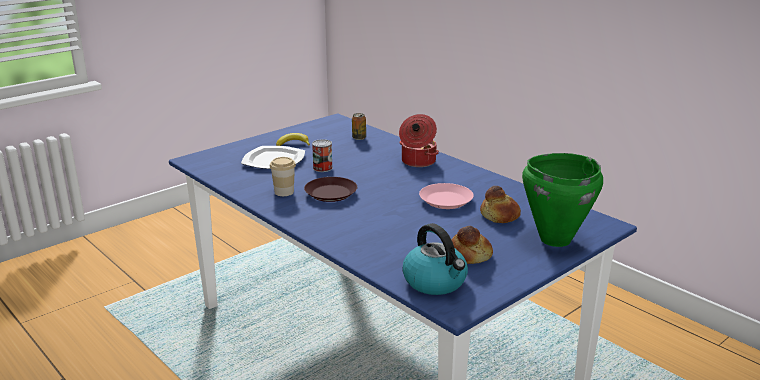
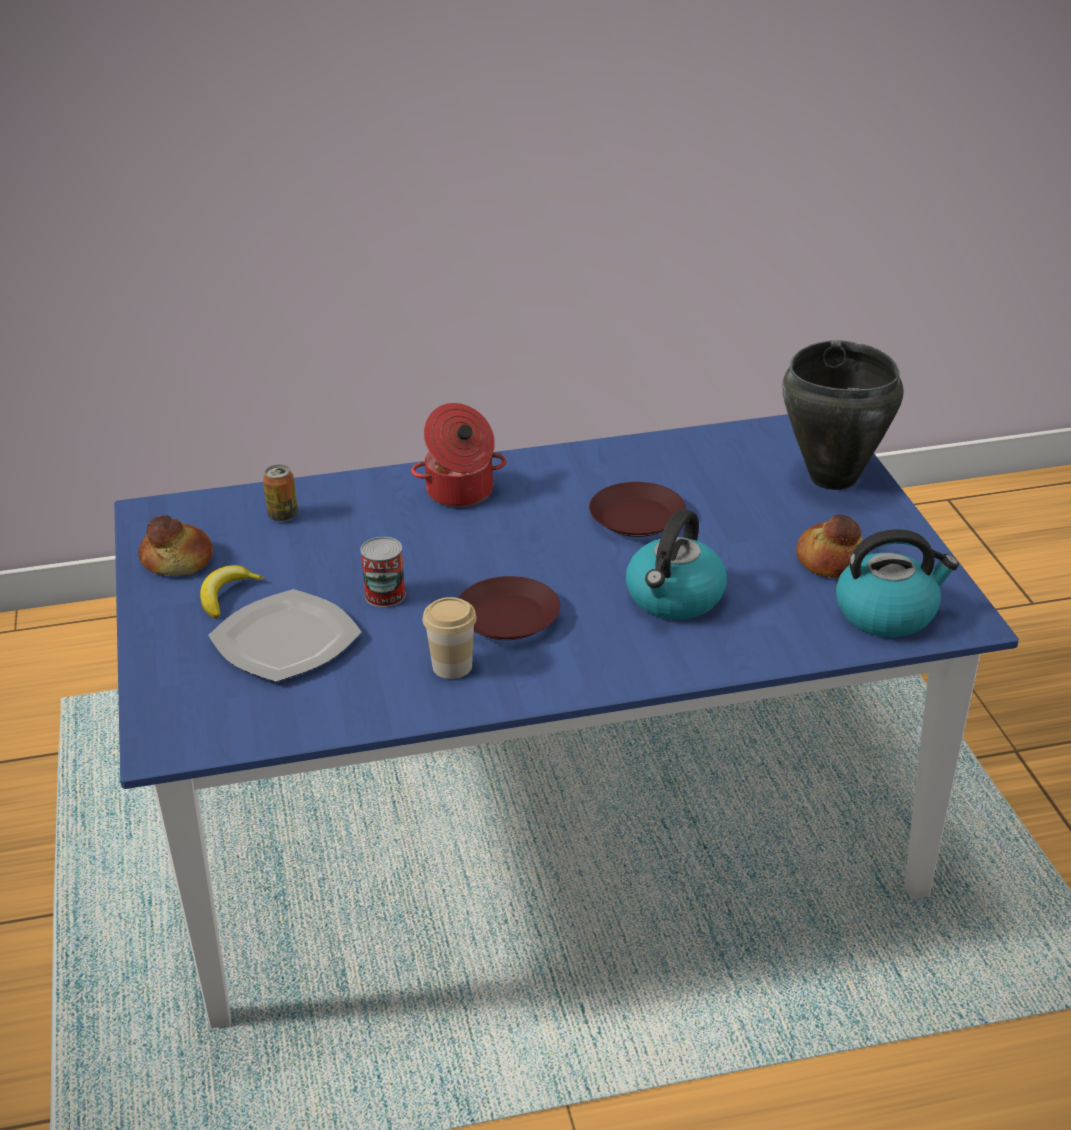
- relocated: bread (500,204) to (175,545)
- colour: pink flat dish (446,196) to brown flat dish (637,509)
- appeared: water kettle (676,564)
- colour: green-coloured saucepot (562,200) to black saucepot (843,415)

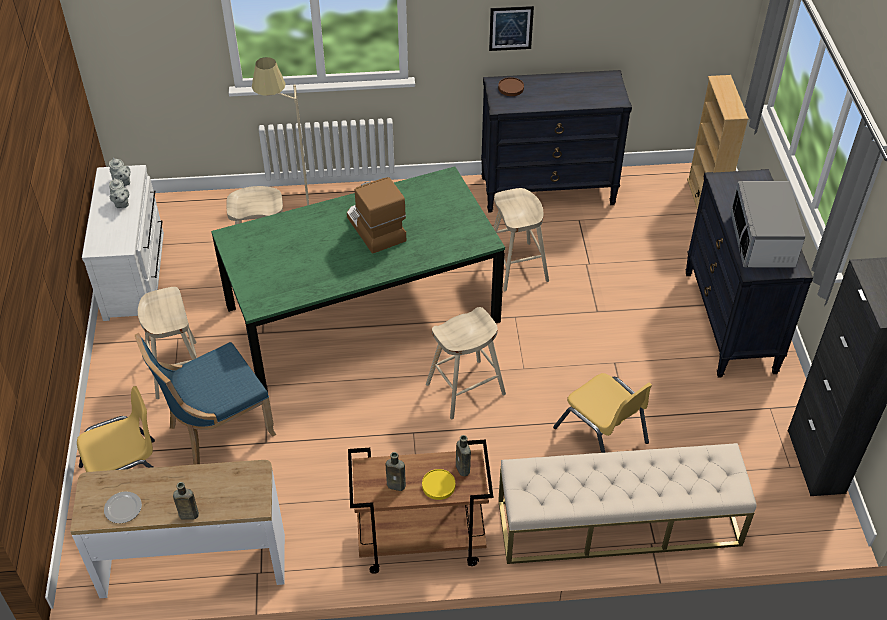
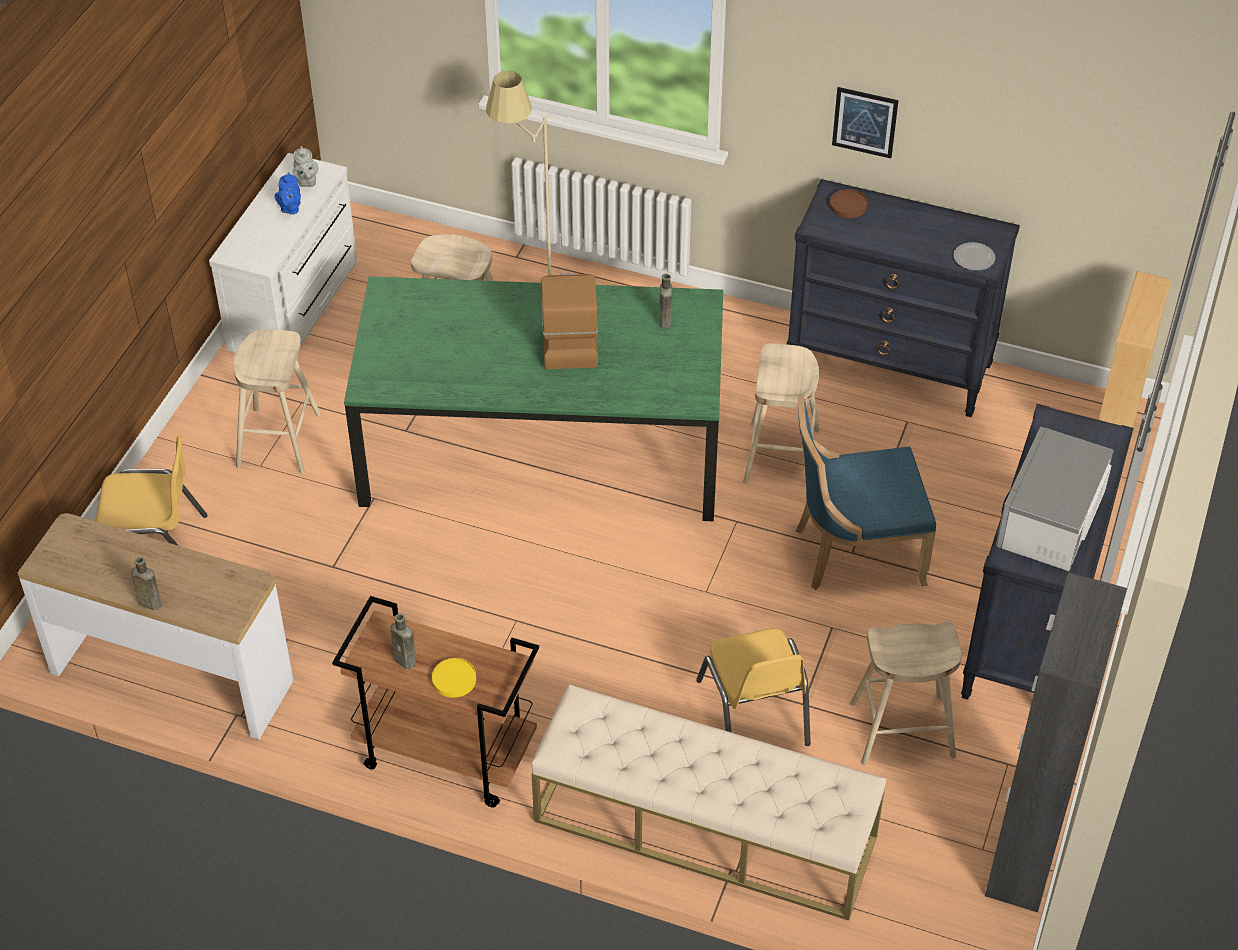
- colour: gray teapot (119,193) to blue-coloured teapot (288,193)
- relocated: brown beverage bottle (463,455) to (665,301)
- relocated: blue-coloured plain chair (205,399) to (866,492)
- relocated: beige-coloured stool seat (466,363) to (905,693)
- relocated: flat dish (123,507) to (974,256)

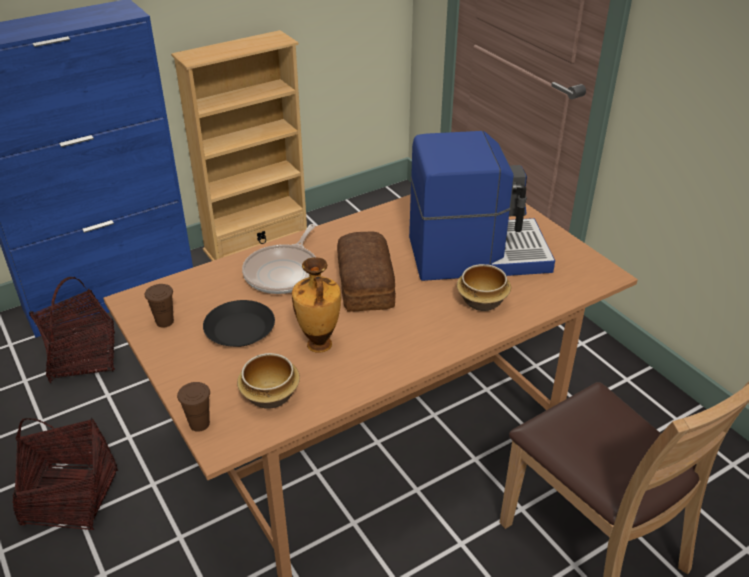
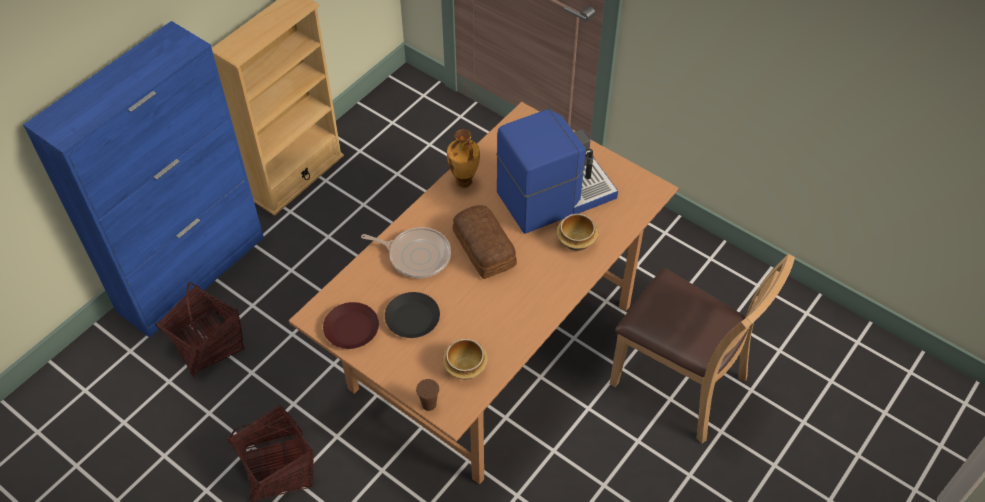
- exchanged: brown drinking cup (159,306) to brown flat dish (351,325)
- spun: pan (279,259) = (406,252) 75 degrees counterclockwise
- relocated: decorative vase (316,305) to (463,158)

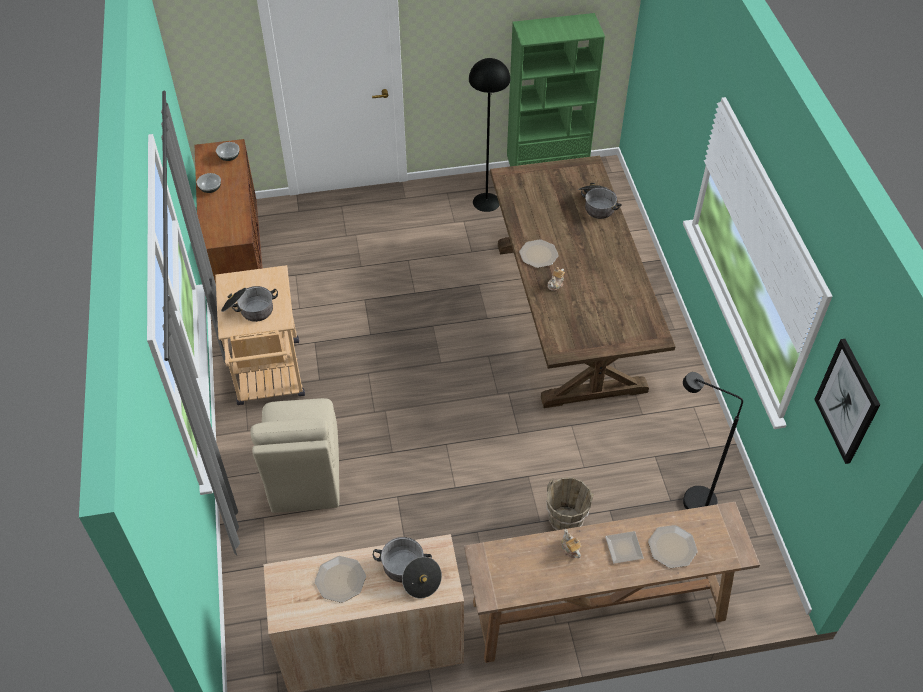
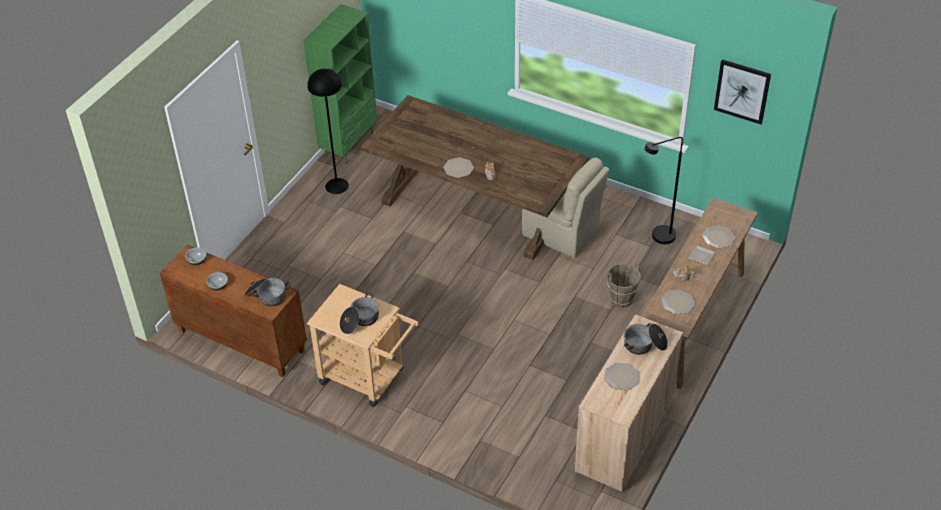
- relocated: saucepot (599,201) to (267,292)
- relocated: beige-coloured plain chair (295,455) to (566,208)
- appeared: flat dish (678,302)

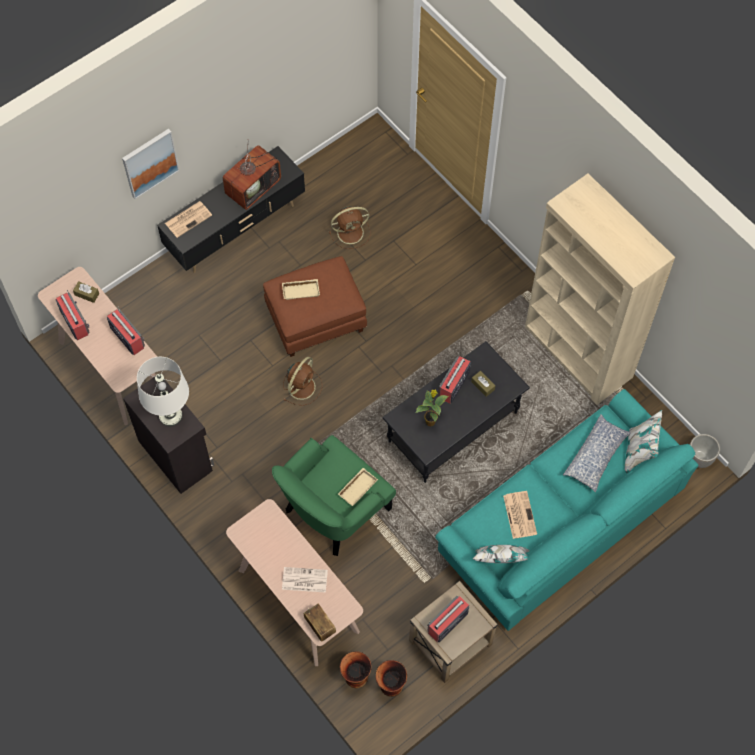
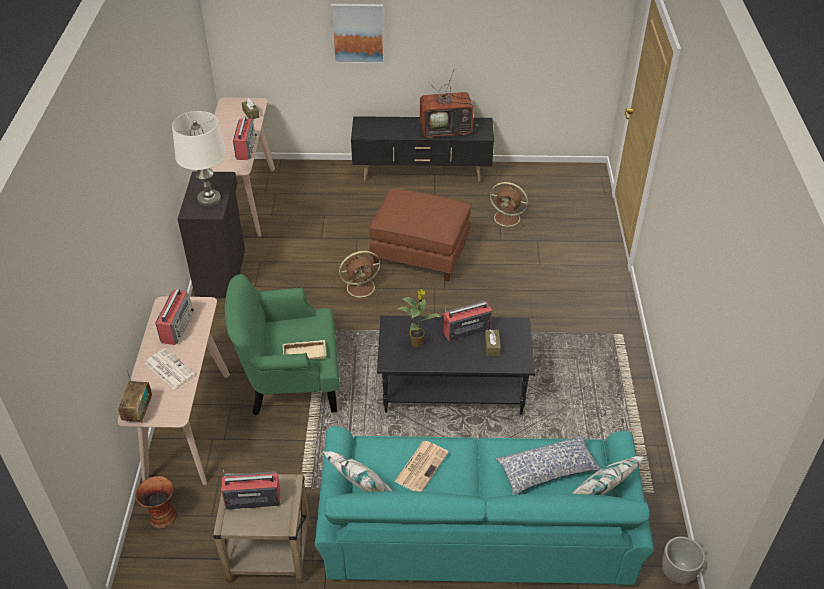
- relocated: radio (73,315) to (174,316)
- missing: daily paper (188,219)
- missing: beige-coloured tray (301,289)
- missing: decorative vase (391,678)
- missing: beige-coloured bookcase (600,289)

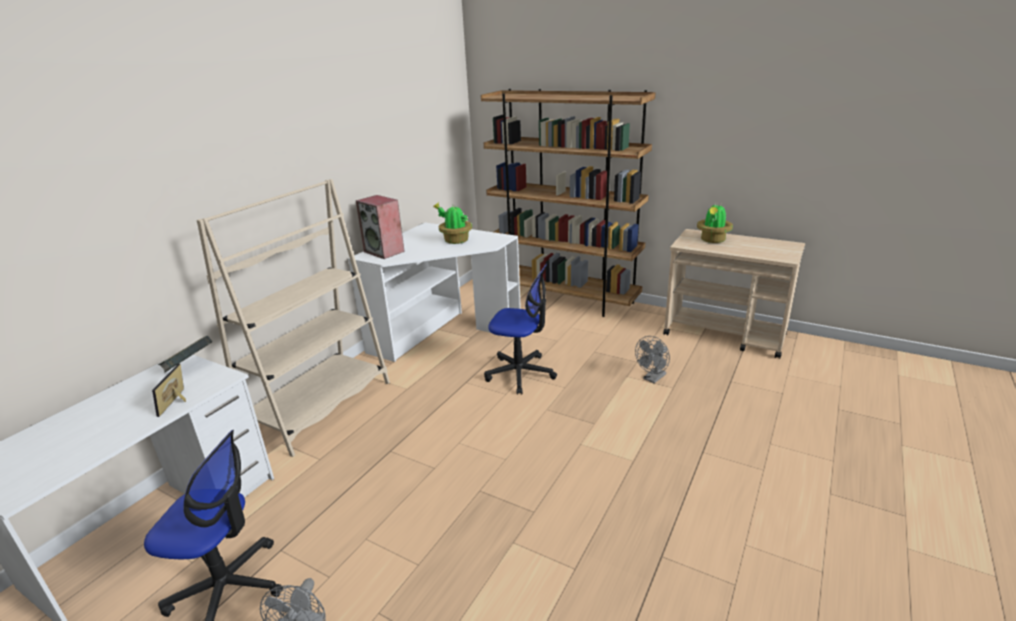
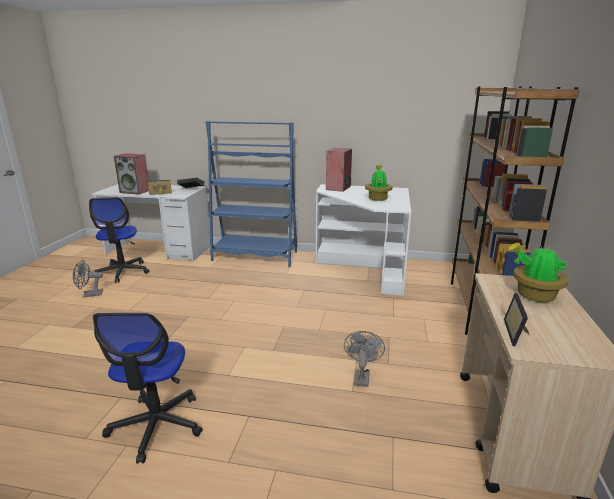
- relocated: computer chair (520,329) to (148,388)
- appeared: speaker (131,174)
- colour: beige-coloured bookcase (293,318) to blue-coloured bookcase (251,194)
- spun: gray fan (652,359) = (364,359) 75 degrees clockwise
- appeared: picture frame (517,319)

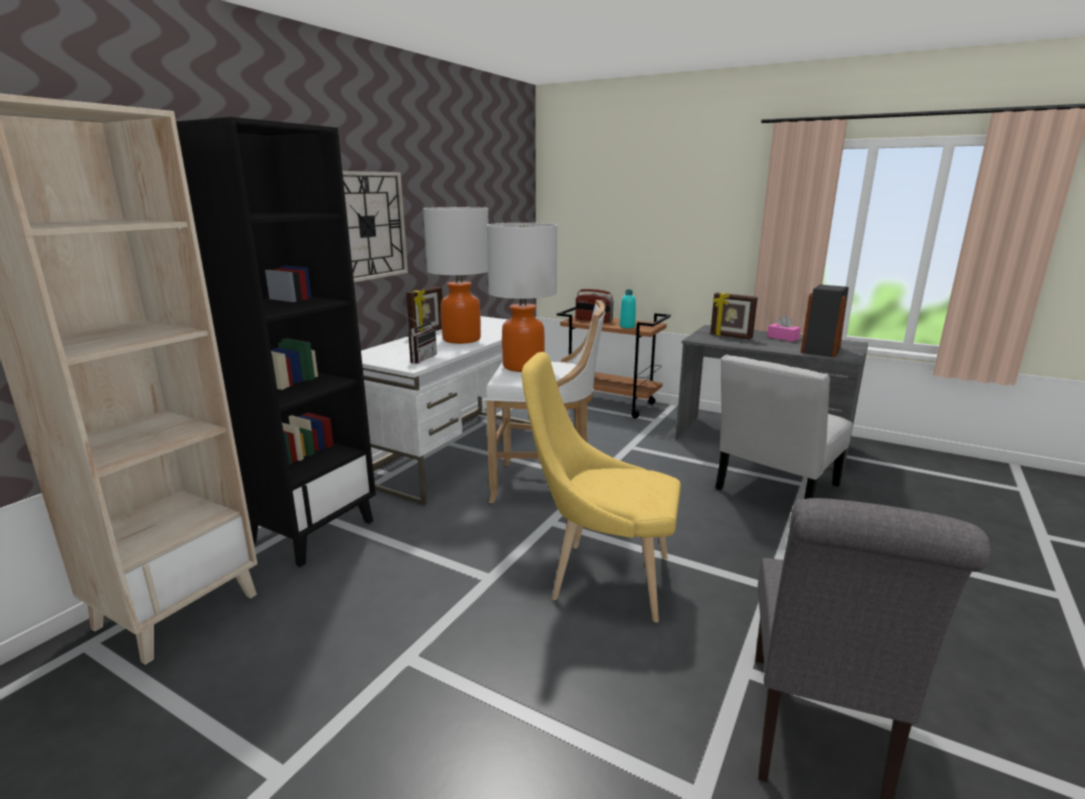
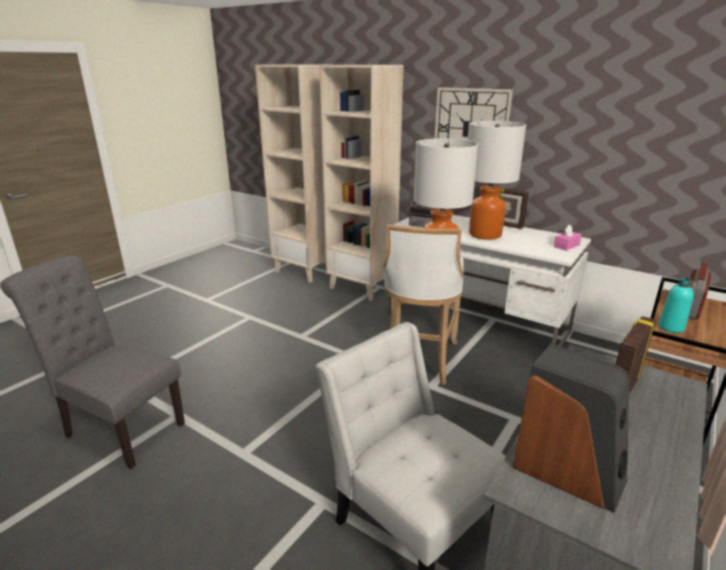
- colour: black bookcase (276,342) to beige-coloured bookcase (361,183)
- relocated: pink box of tissues (784,328) to (568,238)
- missing: yellow-coloured plain chair (601,487)

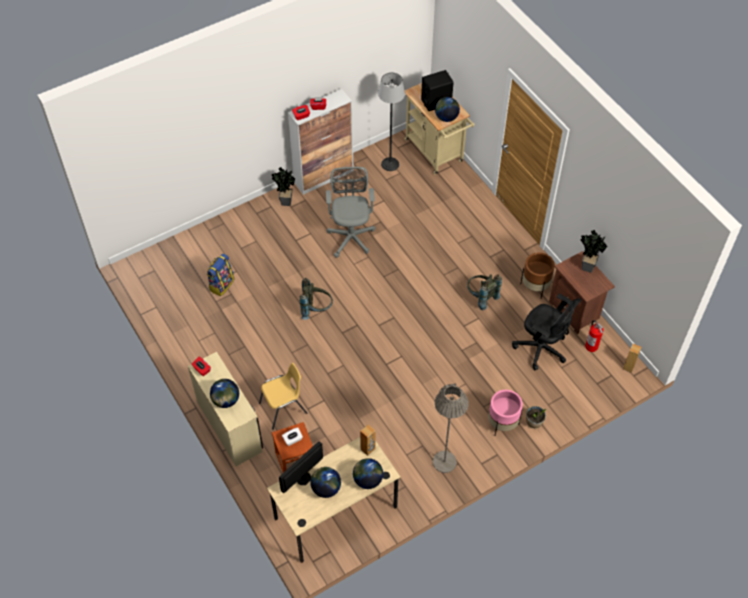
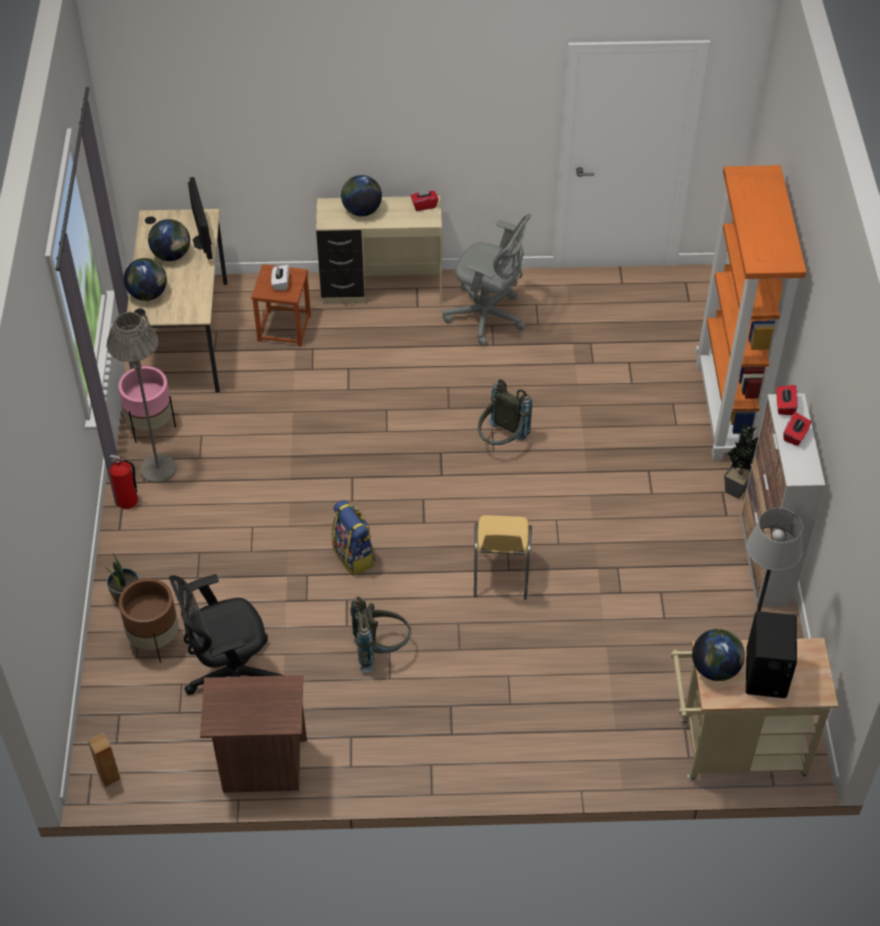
- relocated: fire extinguisher (594,336) to (123,482)
- relocated: pink plant pot (505,412) to (147,404)
- relocated: brown plant pot (537,275) to (149,620)
- relocated: backpack (220,275) to (353,538)
- relocated: gray computer chair (350,212) to (487,280)
- relocated: yellow-coloured plain chair (283,396) to (503,557)
- appeared: orange-coloured bookcase (751,313)
- missing: brown speaker (367,440)
- missing: potted plant (594,251)

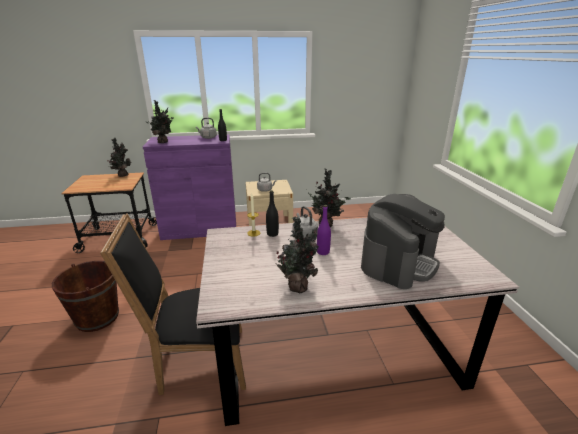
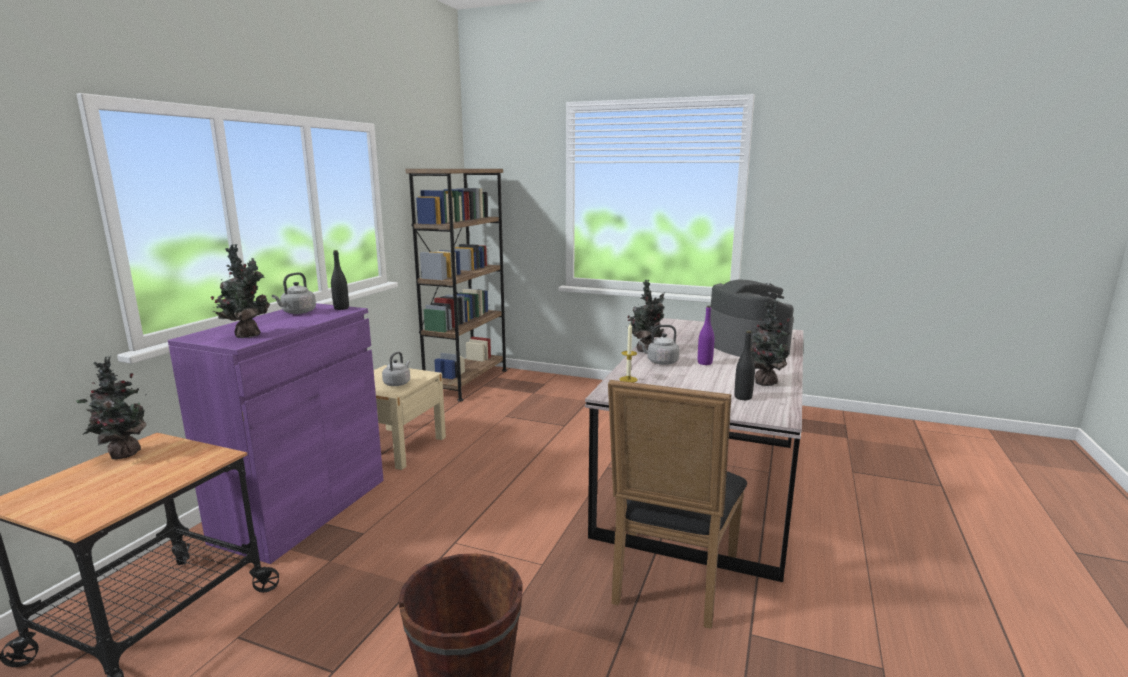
- appeared: brown bookcase (456,285)
- relocated: black beverage bottle (272,213) to (744,365)

